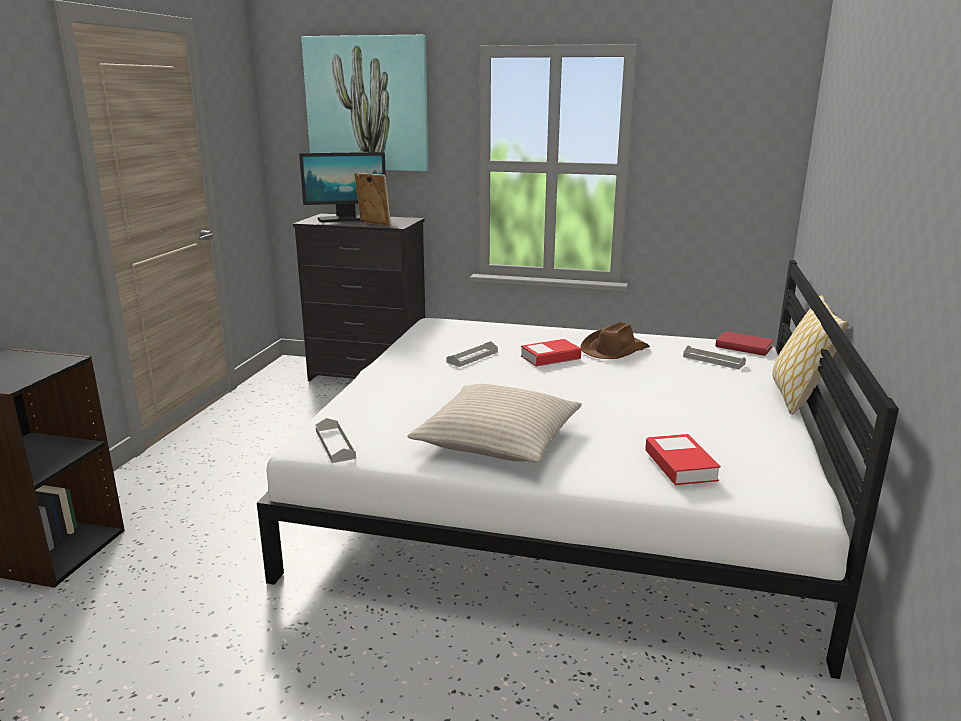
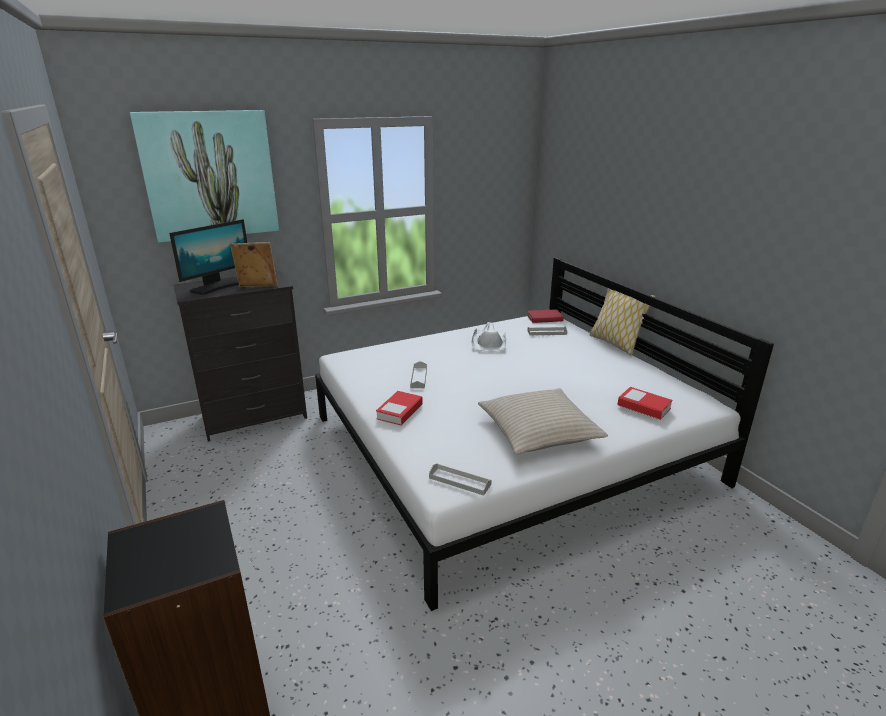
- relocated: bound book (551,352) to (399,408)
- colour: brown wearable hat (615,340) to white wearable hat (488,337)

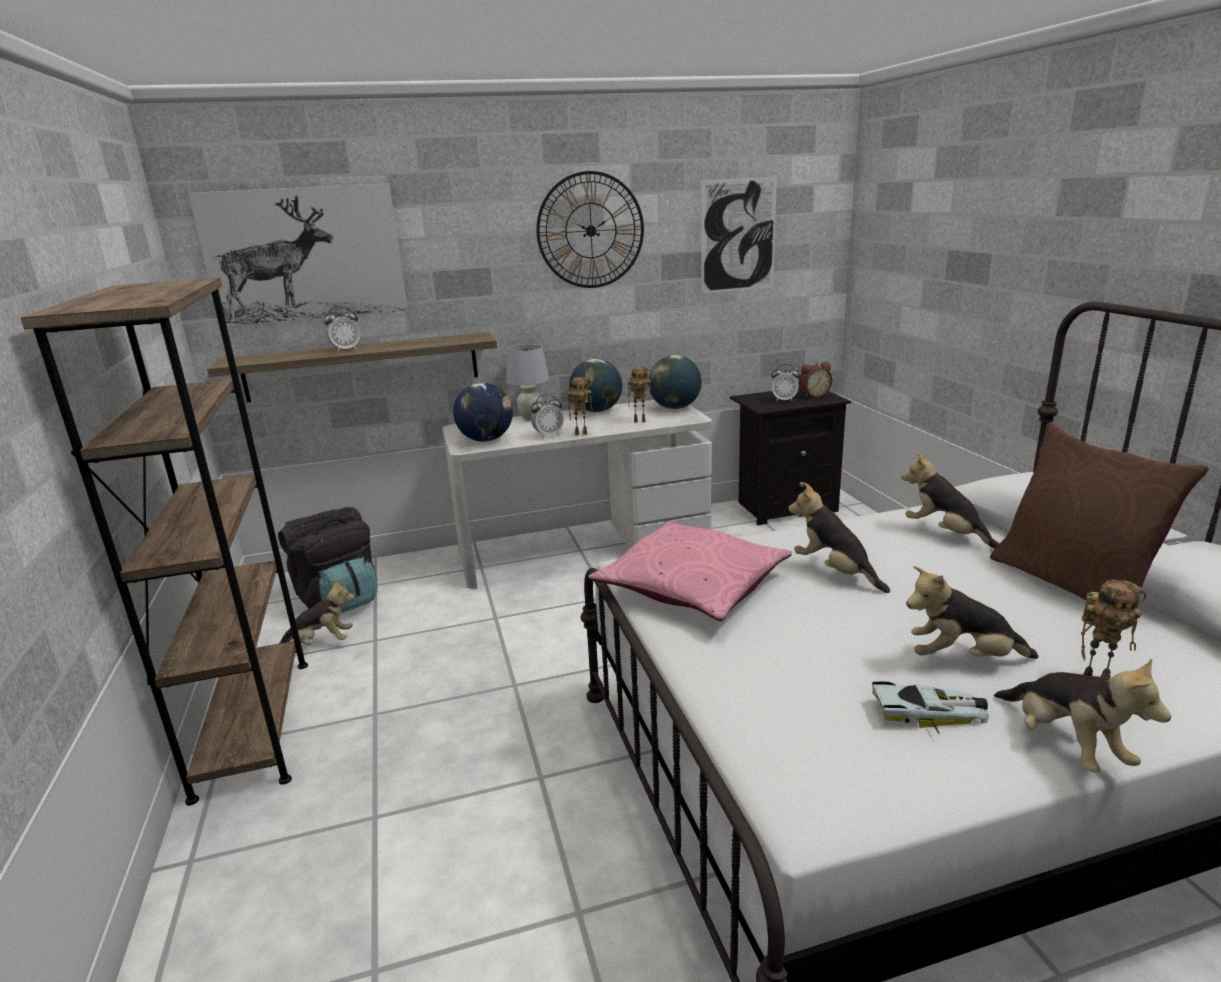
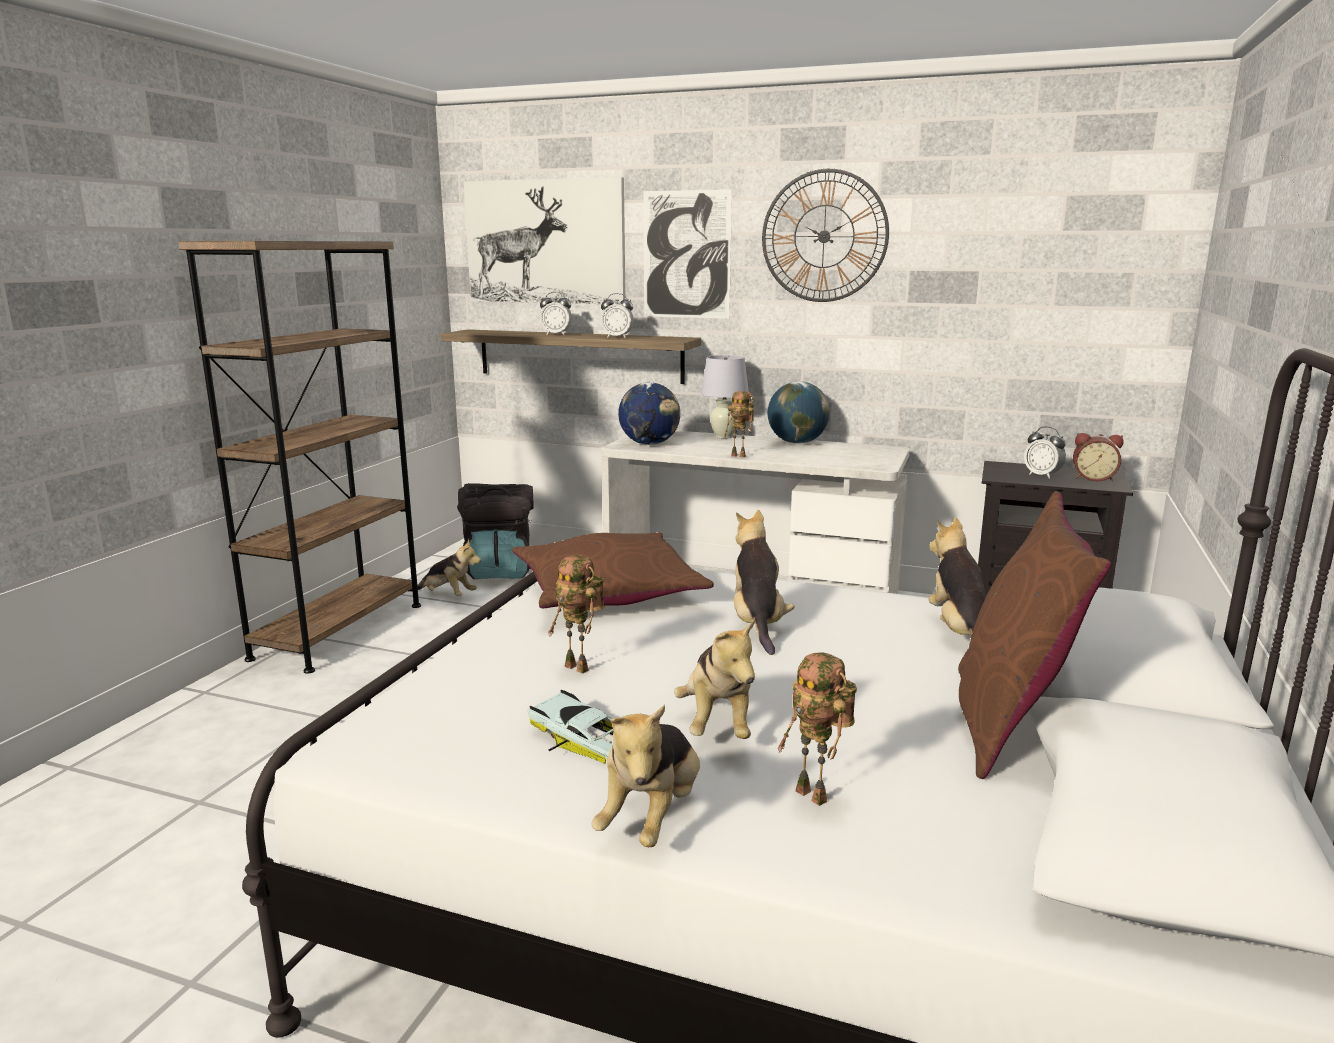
- colour: pink throw pillow (690,571) to brown throw pillow (613,570)
- relocated: model robot (639,394) to (576,614)
- relocated: table clock (547,416) to (617,315)
- relocated: wall picture (739,235) to (687,254)
- spun: cuddly toy (972,612) = (714,678) 135 degrees counterclockwise
- missing: desk globe (675,382)

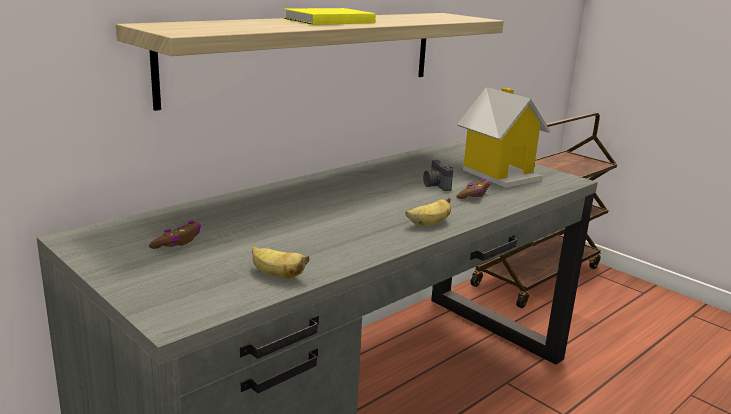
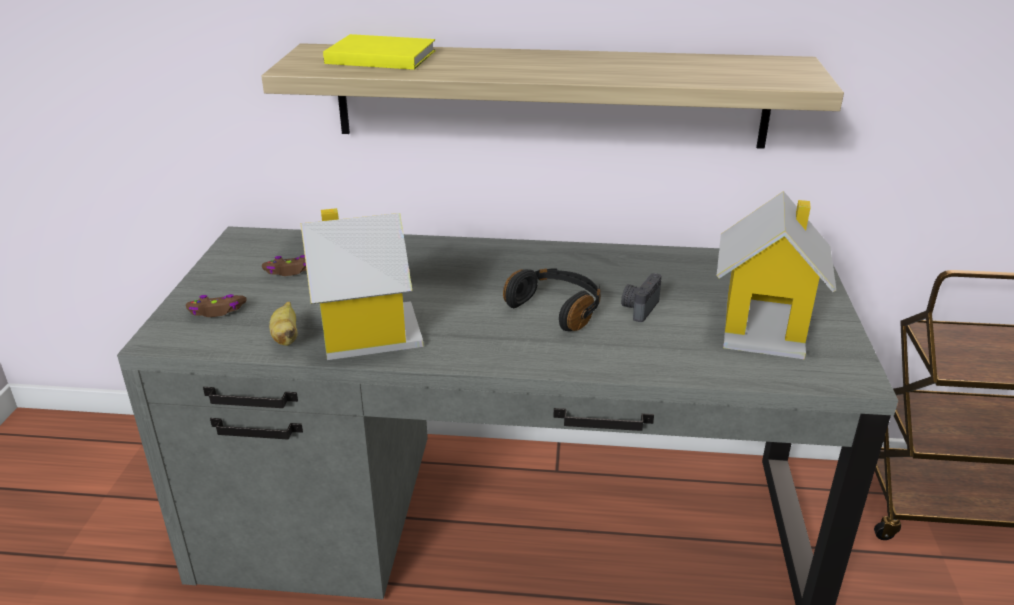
- relocated: brown gamepad (473,188) to (216,305)
- appeared: toy house (362,284)
- relocated: yellow-coloured bound book (330,16) to (379,52)
- appeared: black headset (552,299)
- missing: whole banana (428,211)

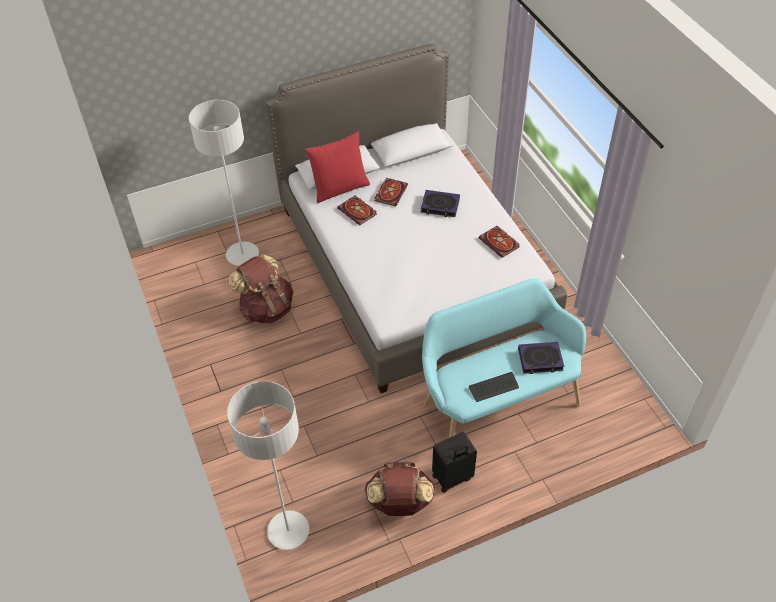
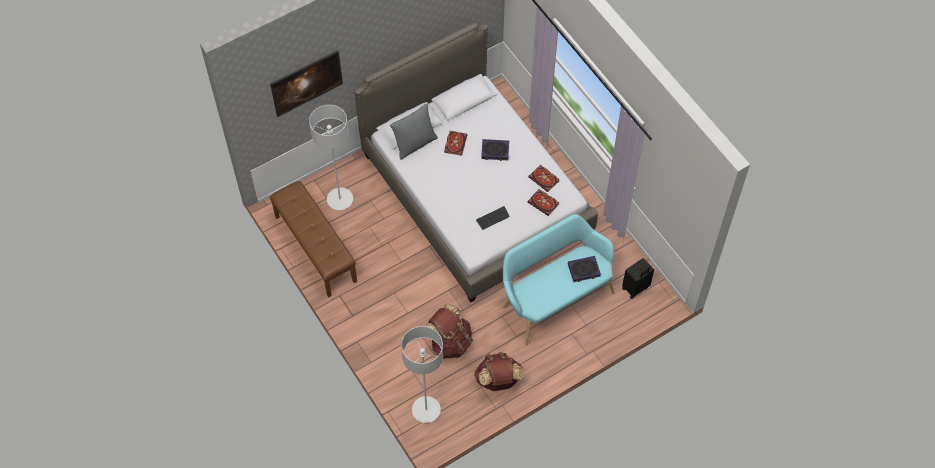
- appeared: brown indoor bench (313,239)
- appeared: wall picture (306,83)
- colour: reddish throw pillow (337,167) to gray throw pillow (414,131)
- relocated: brown backpack (260,289) to (449,331)
- relocated: computer keyboard (494,387) to (493,218)
- relocated: bound book (357,210) to (543,202)
- relocated: black travel case (454,462) to (638,278)

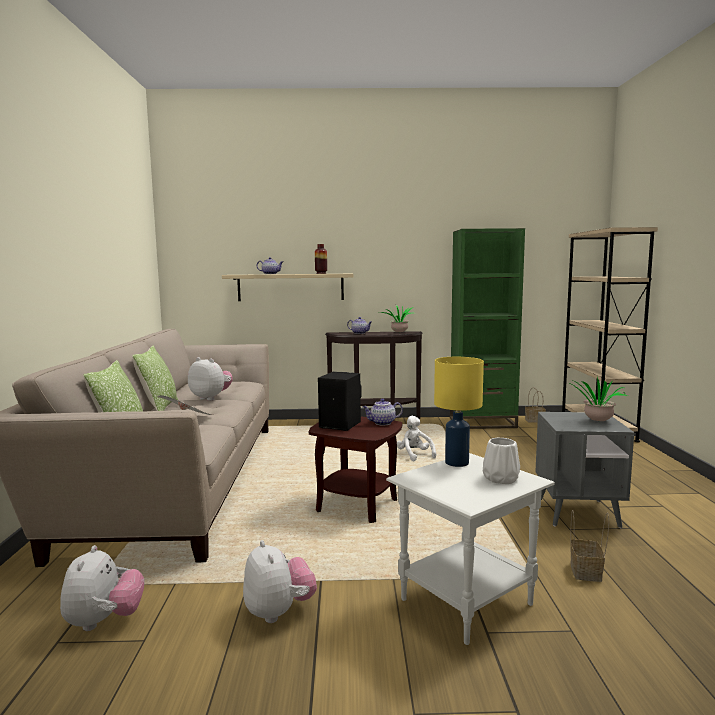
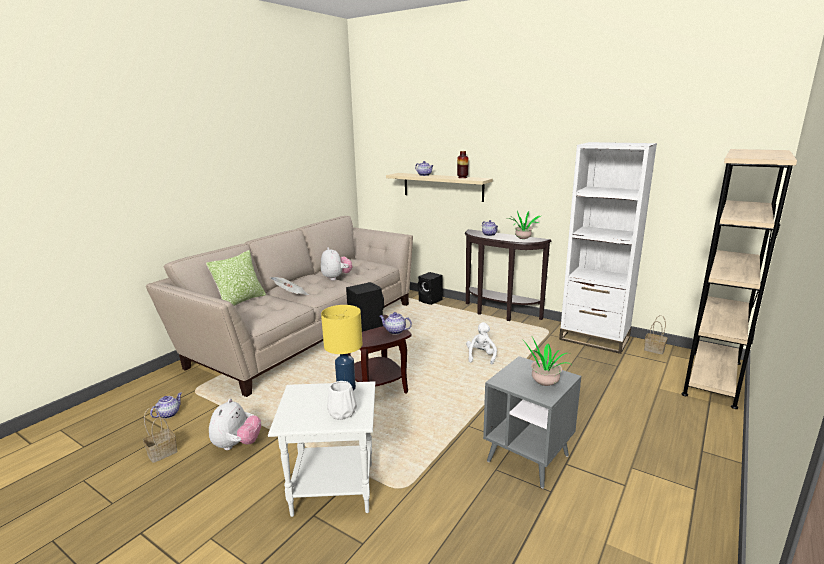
- relocated: storage basket (589,546) to (160,435)
- exchanged: cuddly toy (102,588) to teapot (166,405)
- appeared: black speaker (430,288)
- colour: green-coloured bookcase (487,328) to white bookcase (608,248)
- missing: throw pillow (155,378)

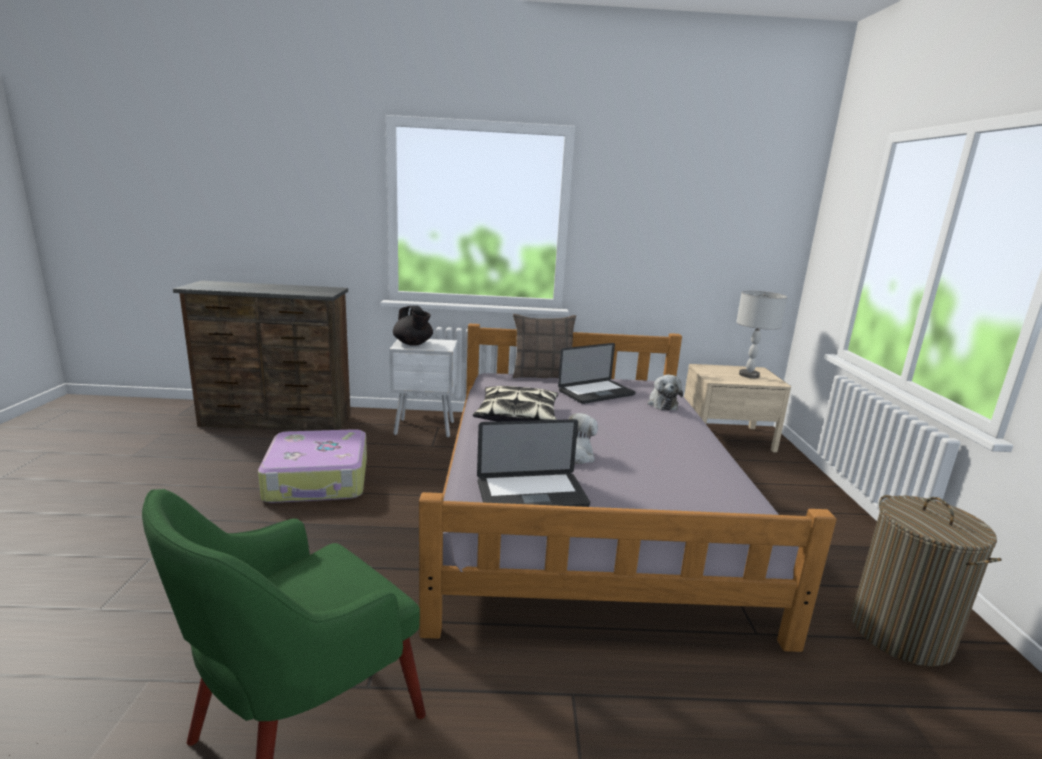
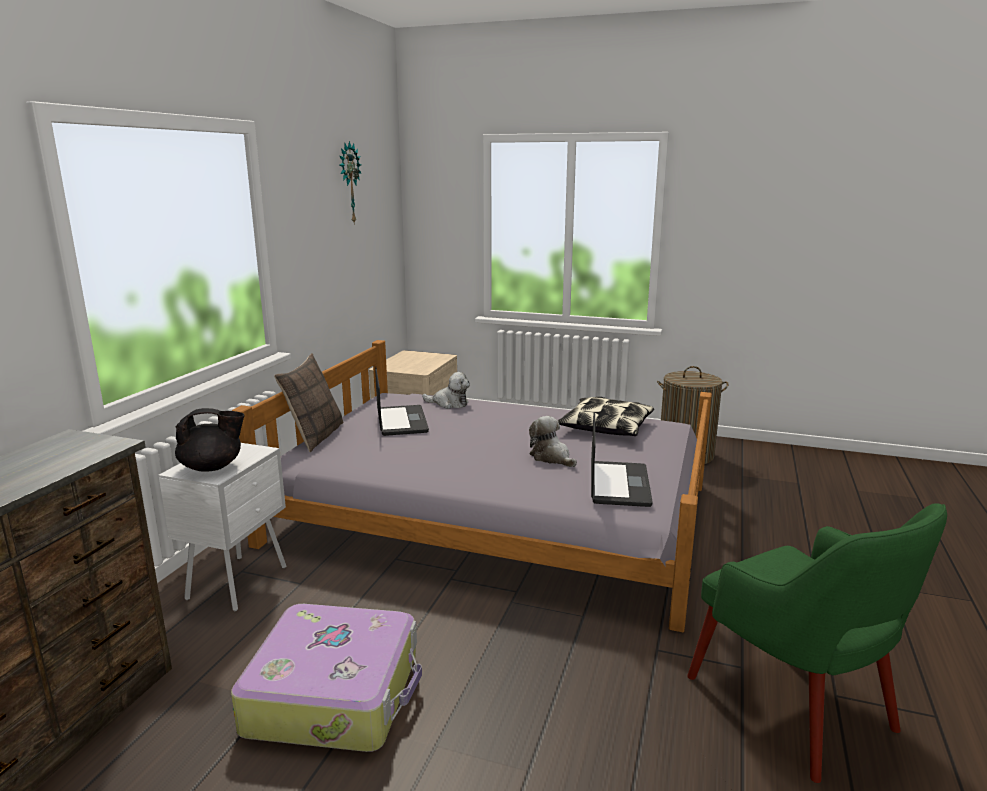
- appeared: hanging clock (350,183)
- relocated: throw pillow (515,403) to (606,416)
- missing: gray tabletop lamp (761,334)

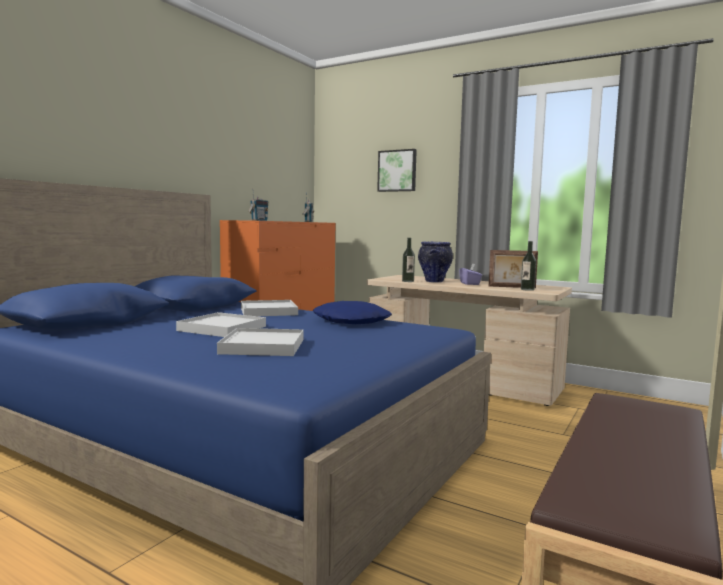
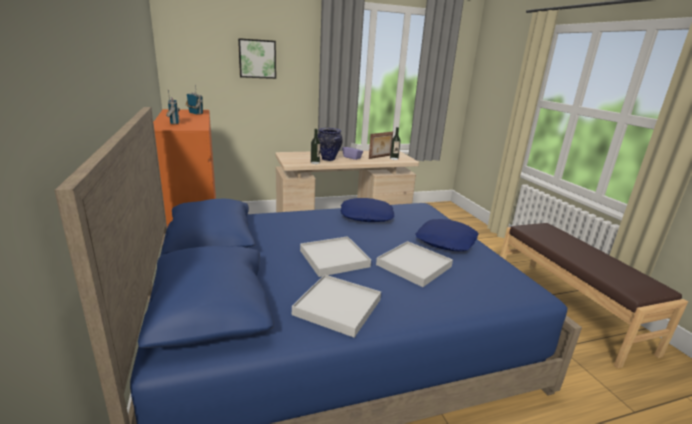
- relocated: white tray (269,308) to (336,306)
- appeared: blue-coloured throw pillow (447,235)

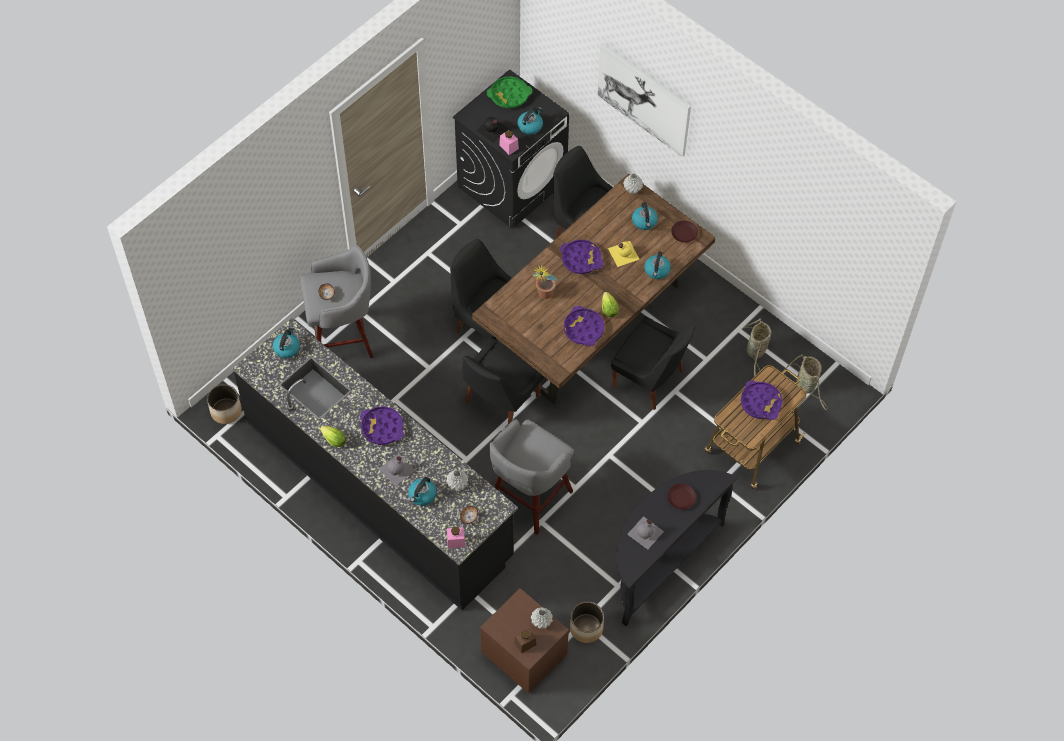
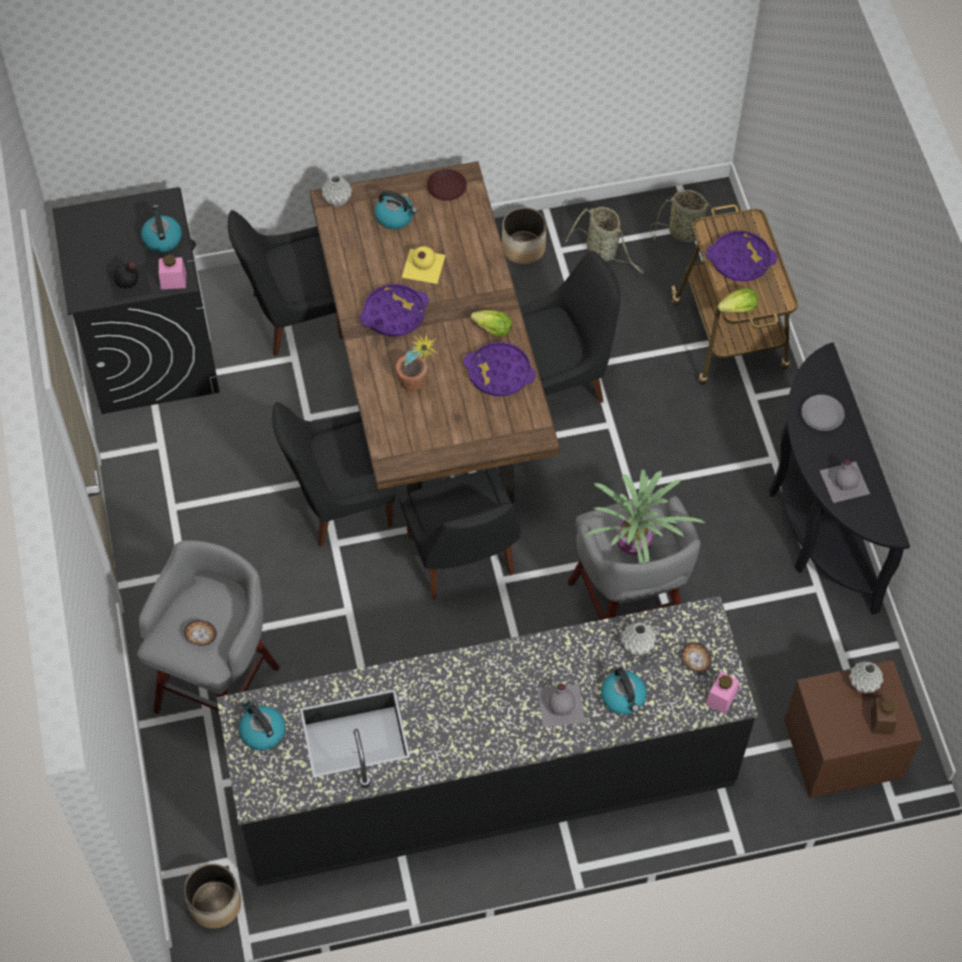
- relocated: plant pot (587,622) to (524,235)
- appeared: potted plant (645,516)
- relocated: lettuce head (333,436) to (737,300)
- colour: brown flat dish (681,496) to gray flat dish (823,413)
- missing: purple-coloured tray (382,425)
- missing: green-coloured tray (509,92)
- missing: wall picture (644,100)
- missing: water kettle (657,265)

